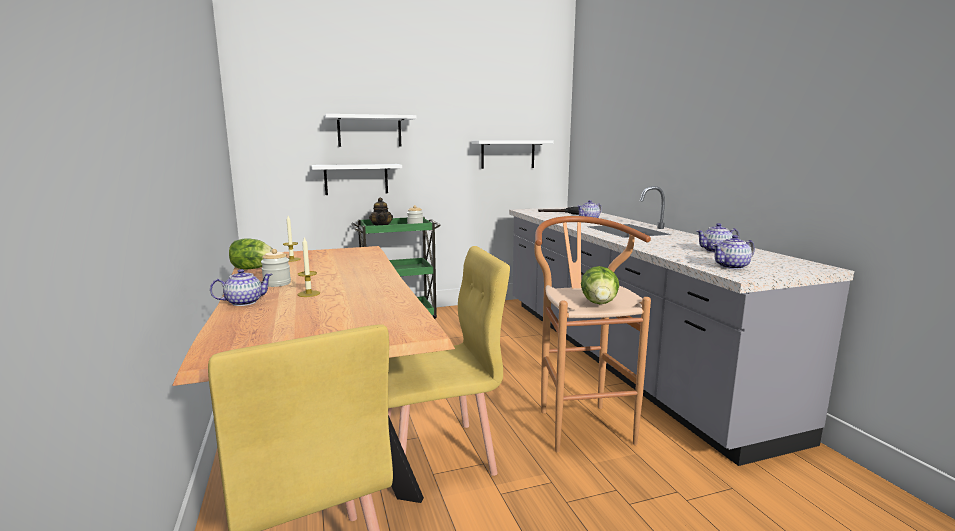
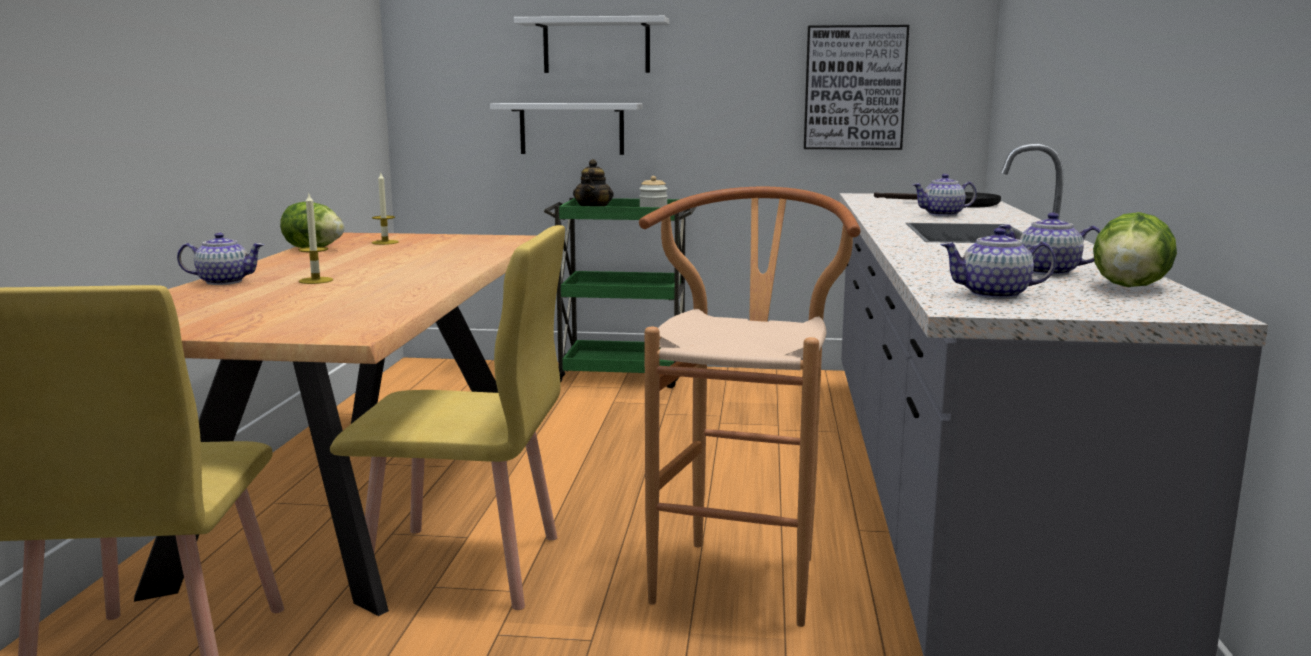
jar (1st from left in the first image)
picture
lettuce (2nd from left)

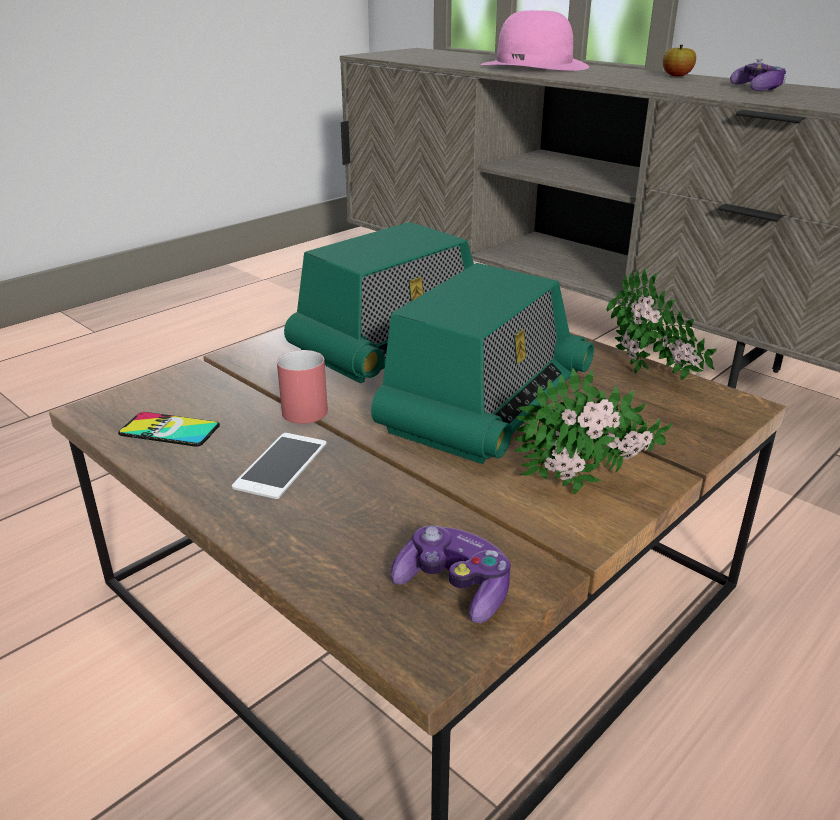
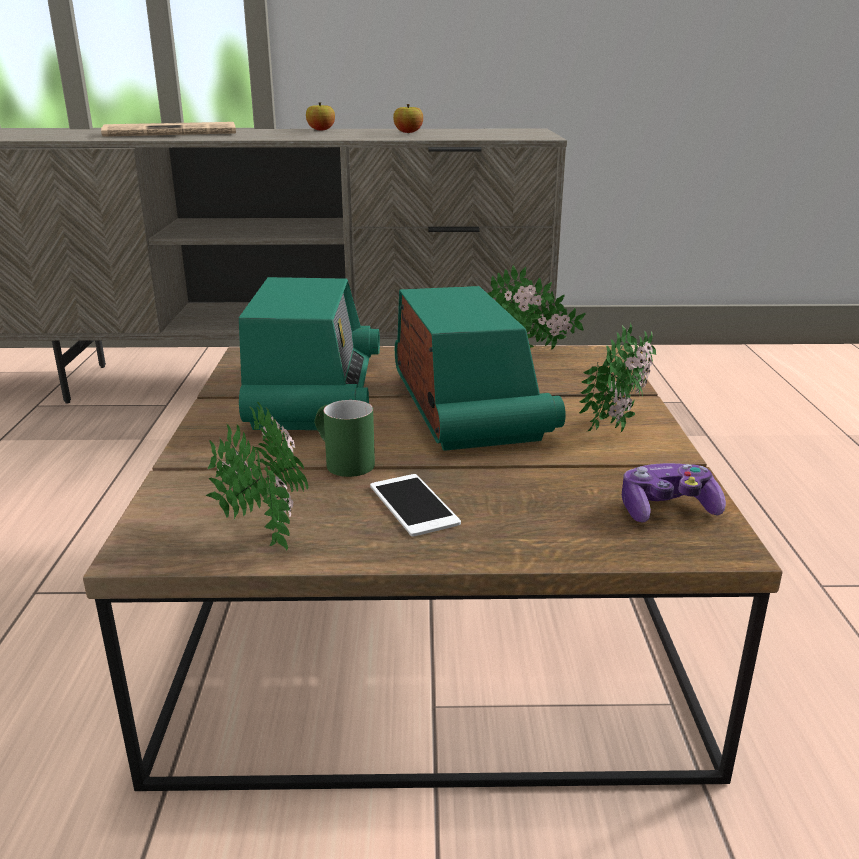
potted plant (1st from left)
green mug
newspaper
apple (2nd from left)

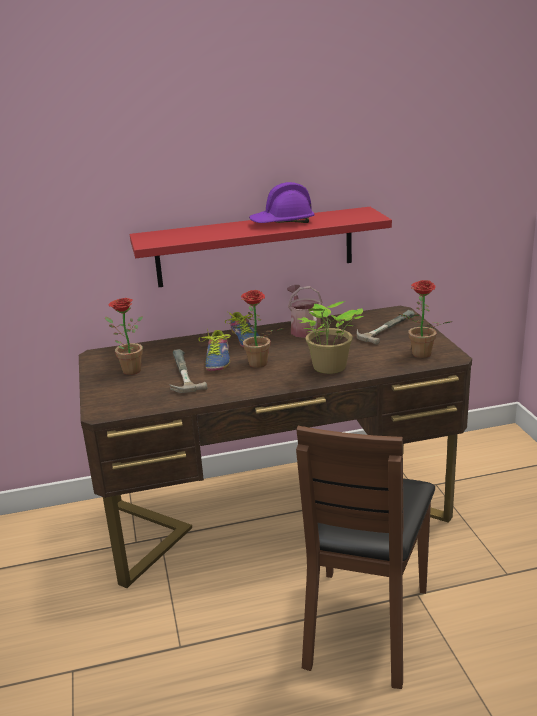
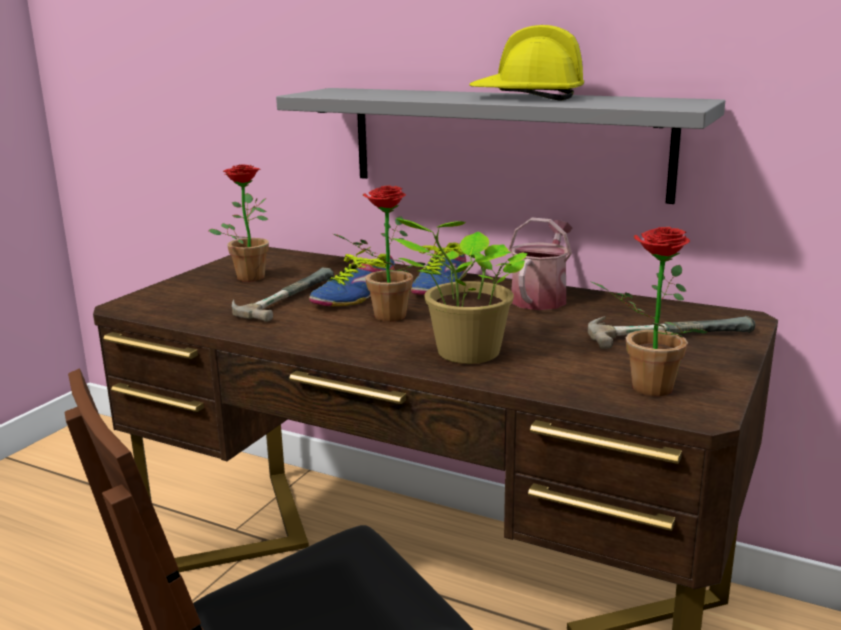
grey shelf
yellow hard hat

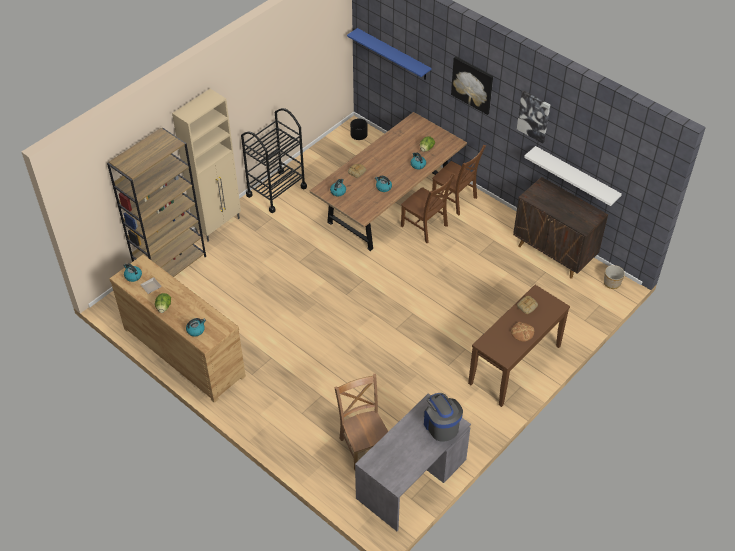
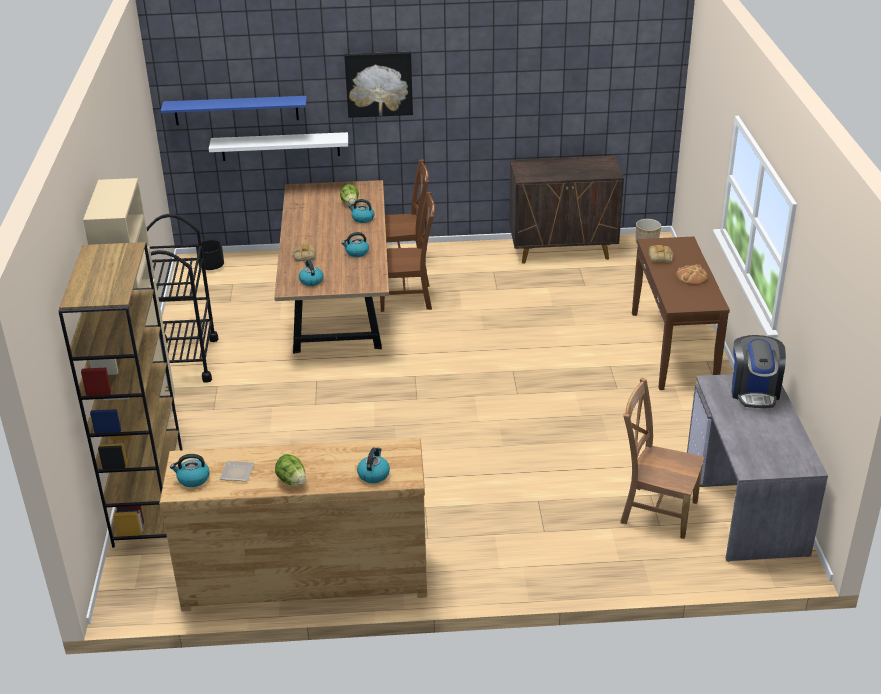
coffee machine
picture (2nd from left in the first image)
white shelf

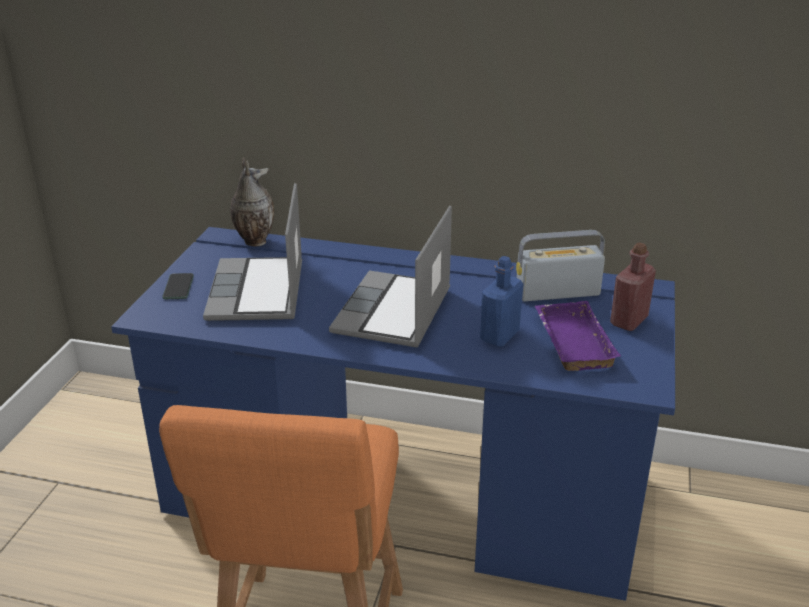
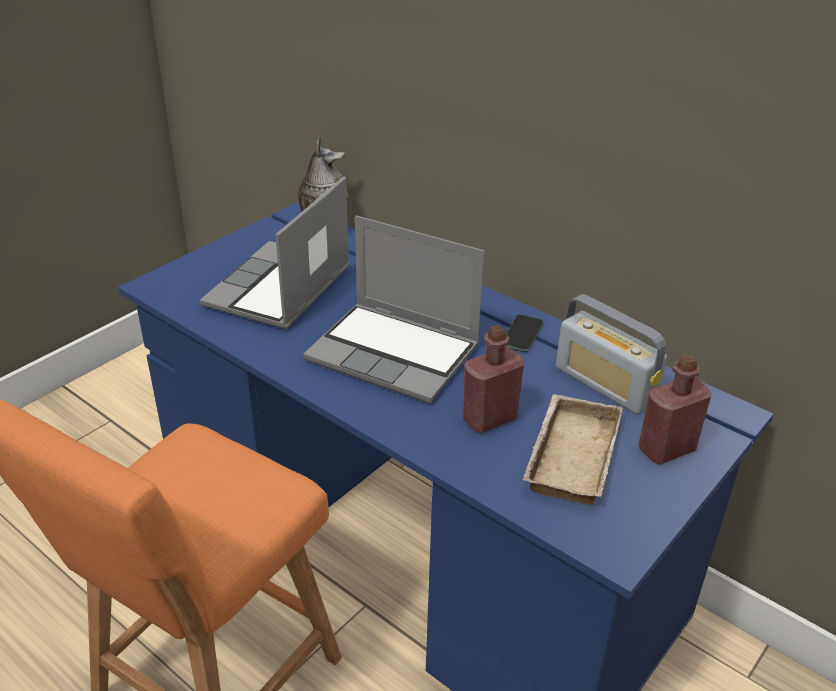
phone
laptop (2nd from left)
red bottle (1st from left)
radio
beige tray

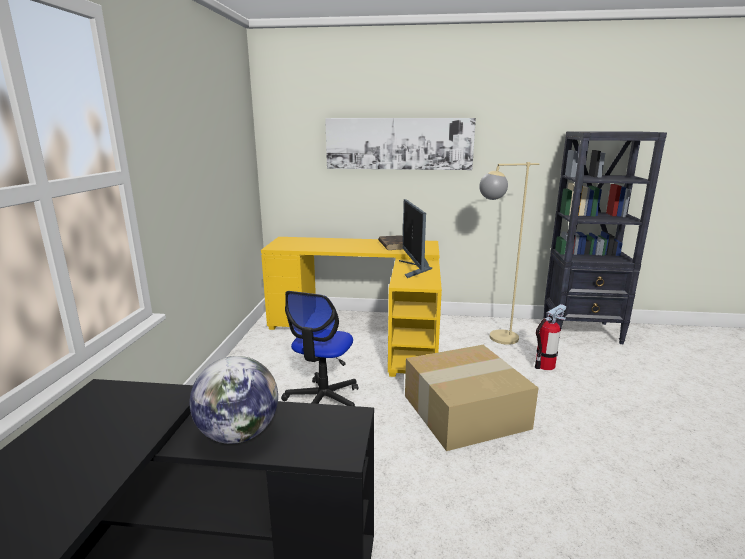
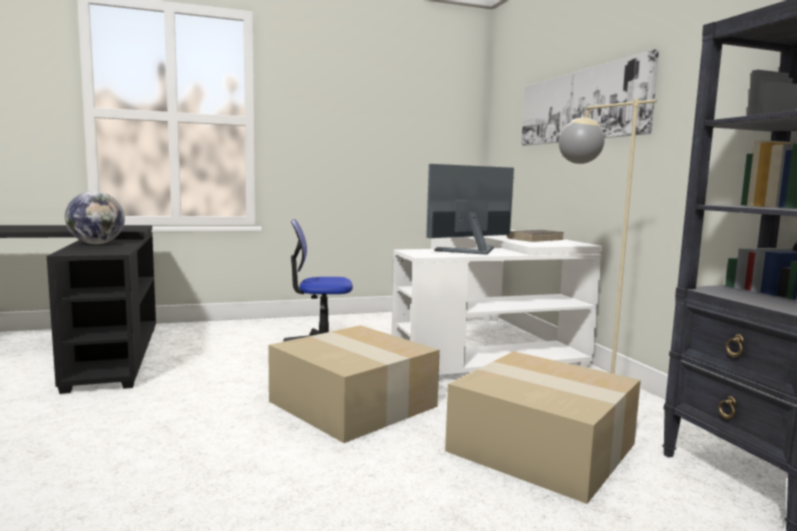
white desk
cardboard box (2nd from left)

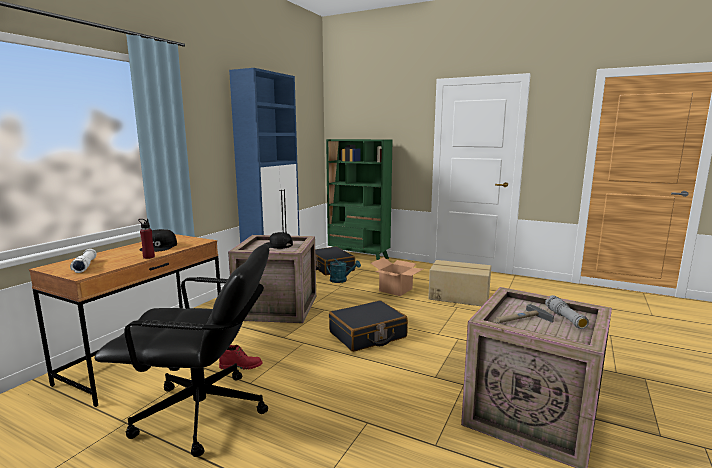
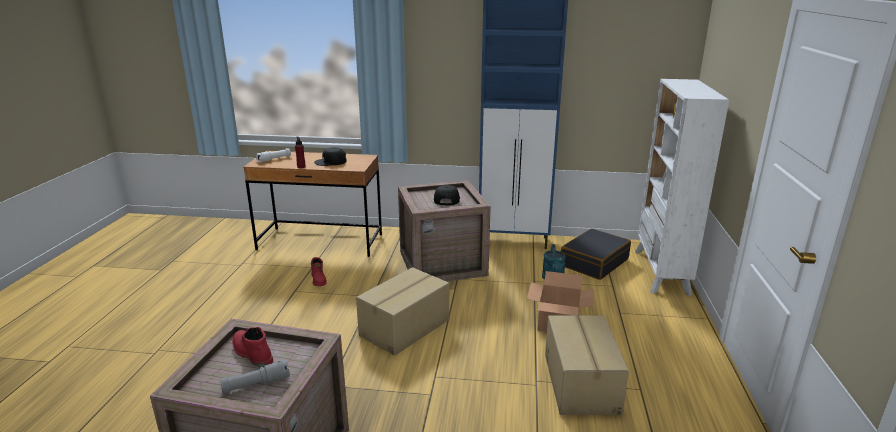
black office chair
white bookcase
cardboard box (1st from left)
red boot (1st from left)

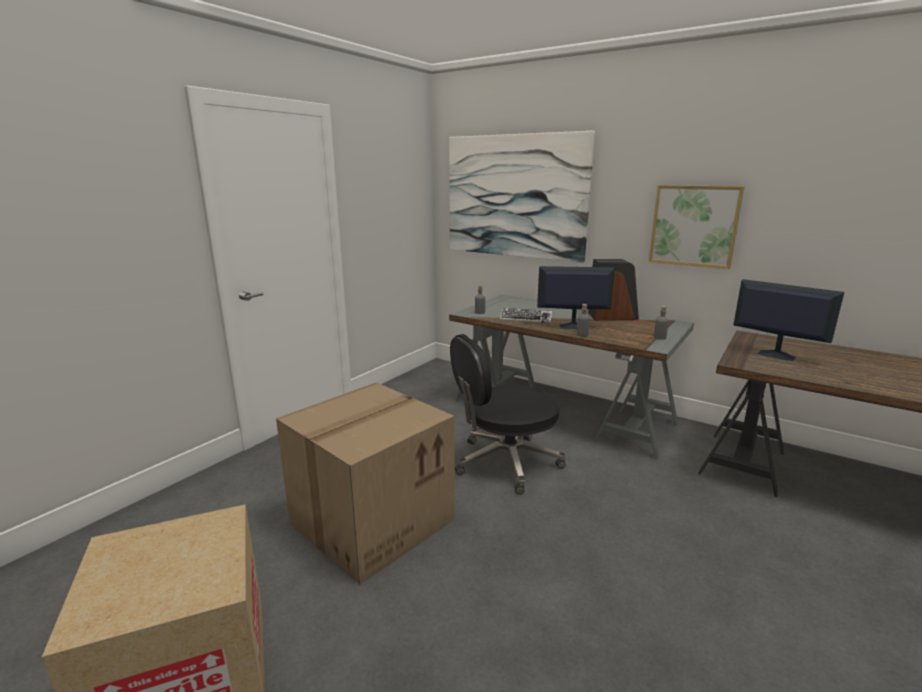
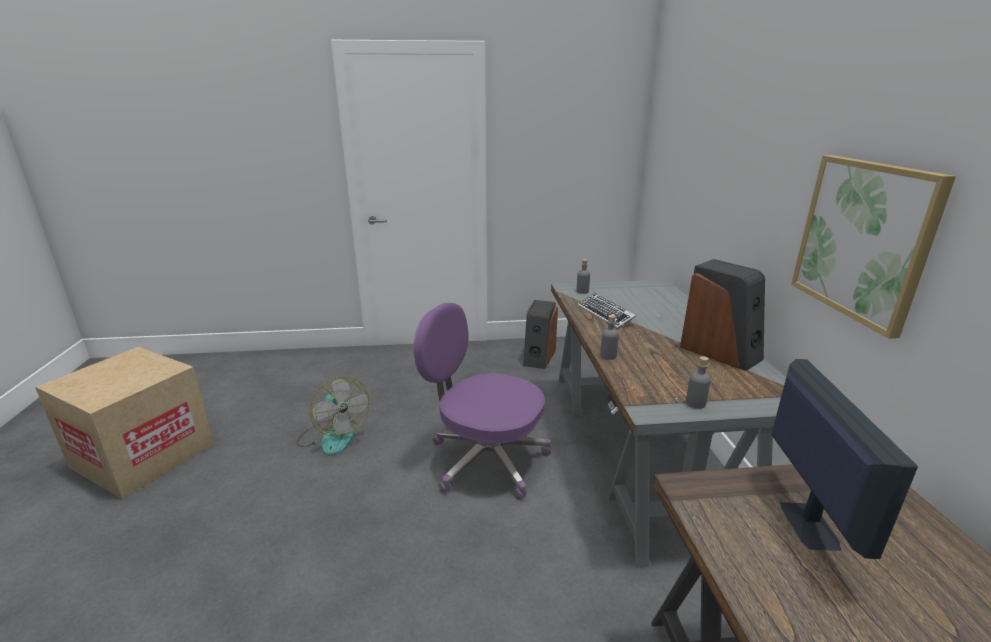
fan
picture (1st from left in the first image)
purple office chair
monitor (1st from left in the first image)
speaker (1st from left)

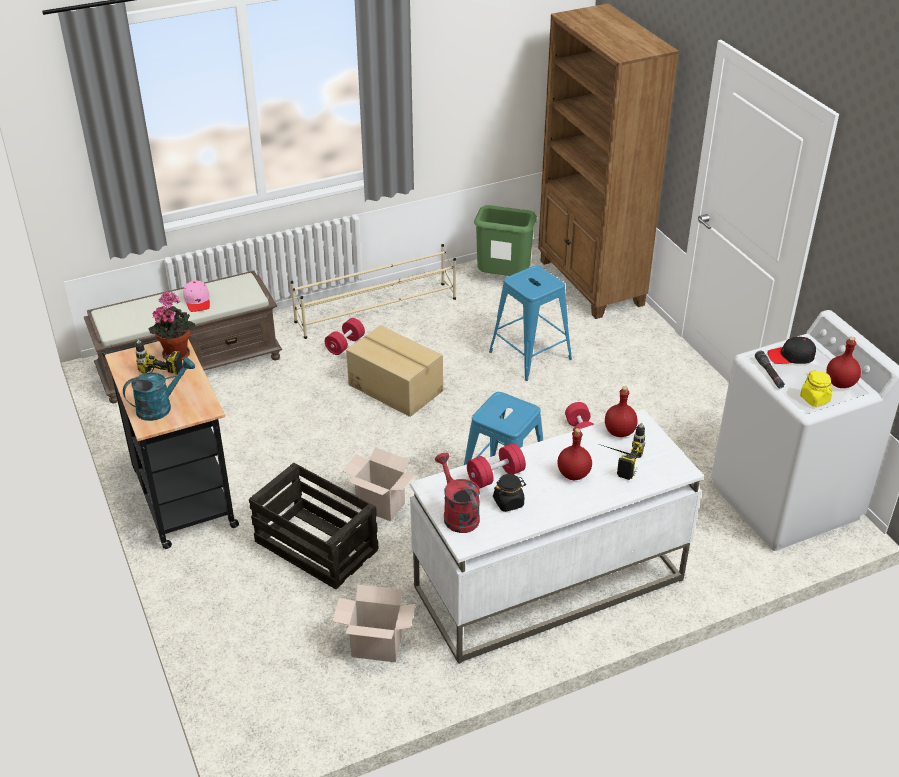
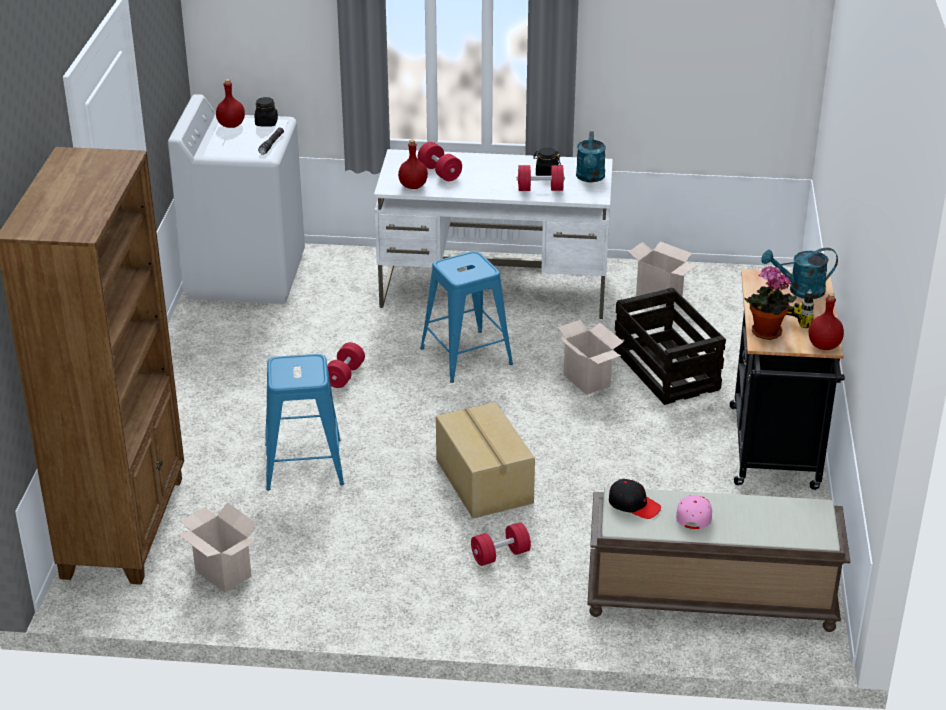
beige shoe rack
turquoise watering can (1st from left)
cardboard box (1st from left)
red bottle (3rd from left)
red dumbbell (2nd from left)
black cap
black jar (1st from left)

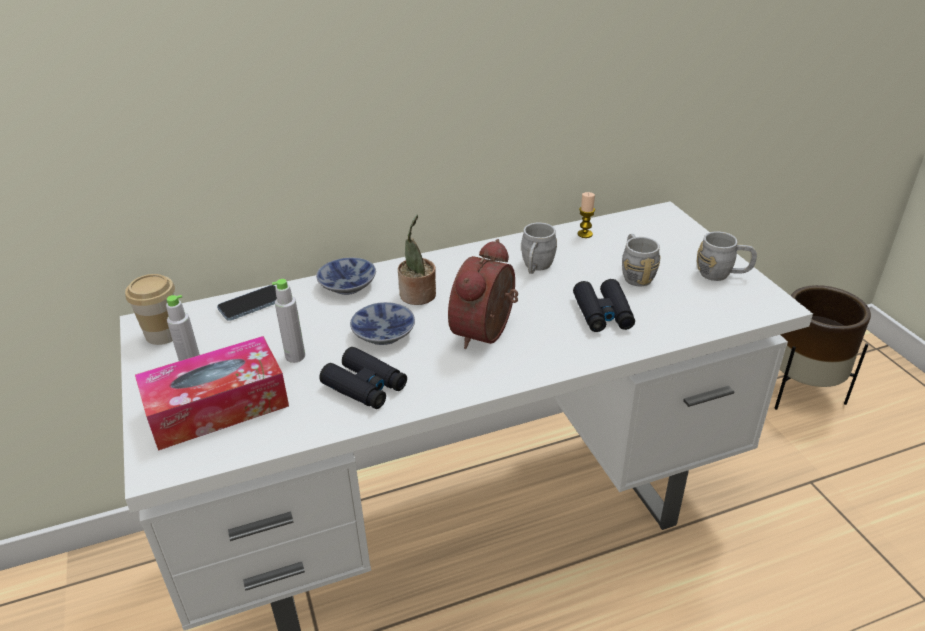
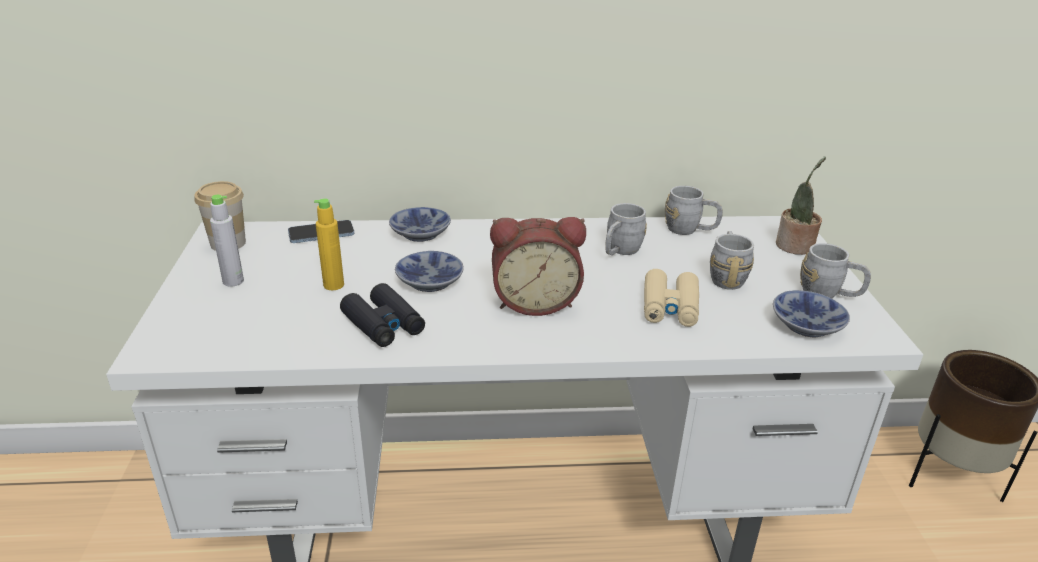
tissue box
yellow bottle
potted plant
alarm clock
beige binoculars
grey mug (2nd from left)
bowl (3rd from left)

